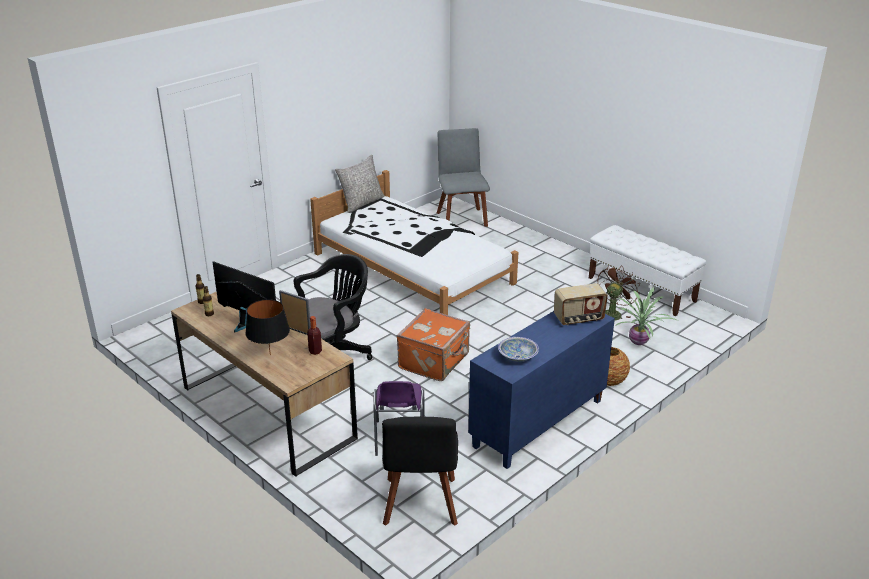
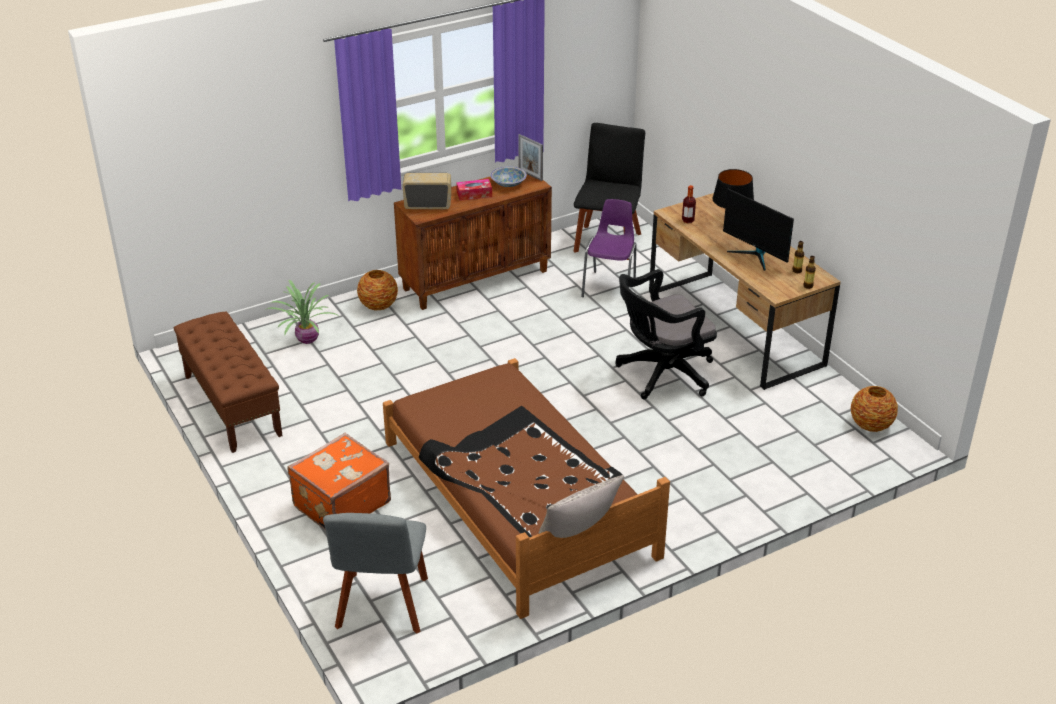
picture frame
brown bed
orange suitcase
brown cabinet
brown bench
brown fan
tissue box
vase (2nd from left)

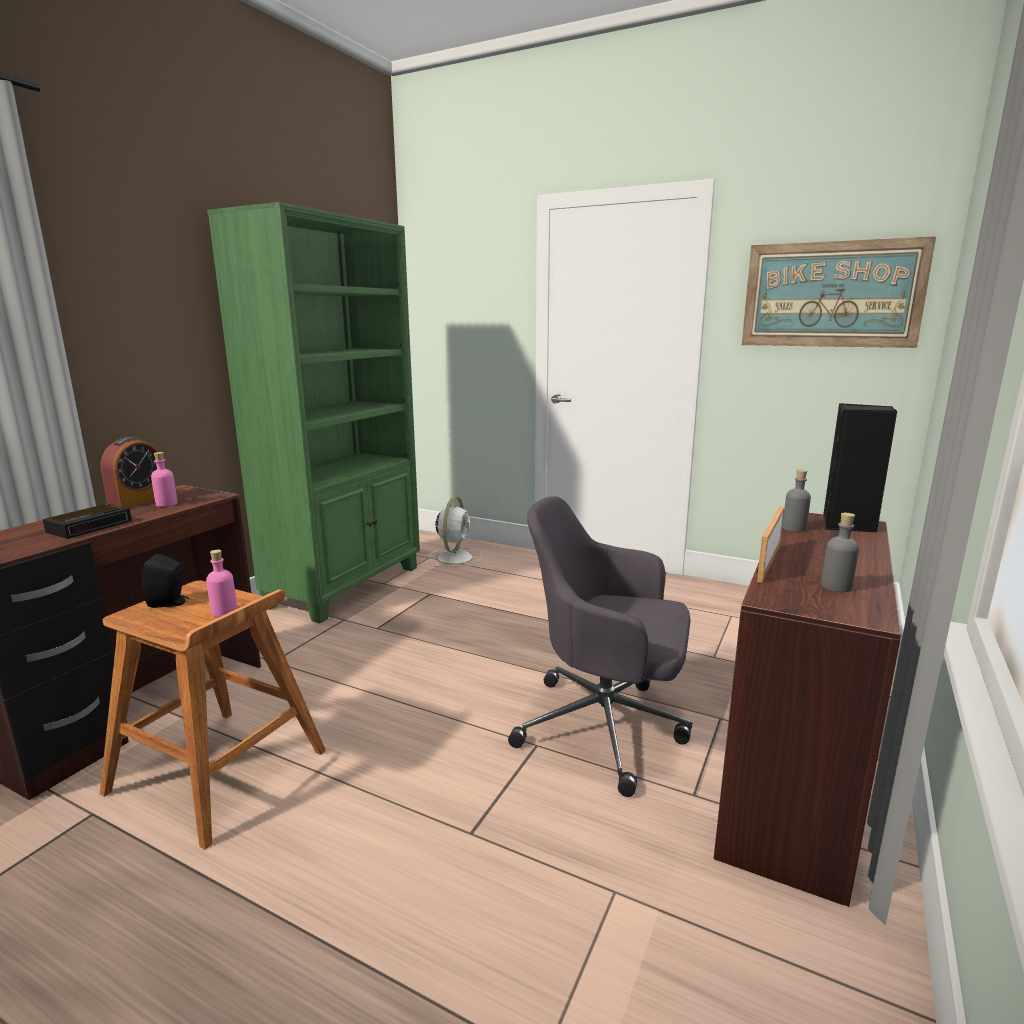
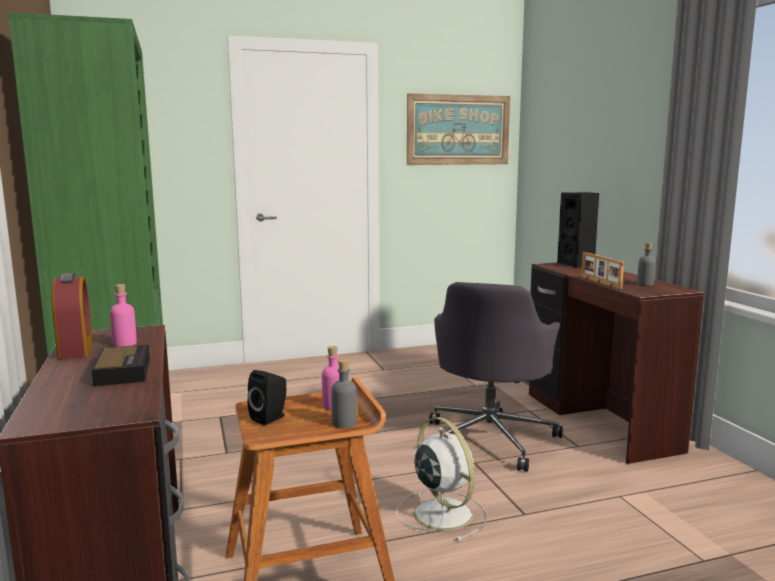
white fan
grey office chair
grey bottle (1st from left)

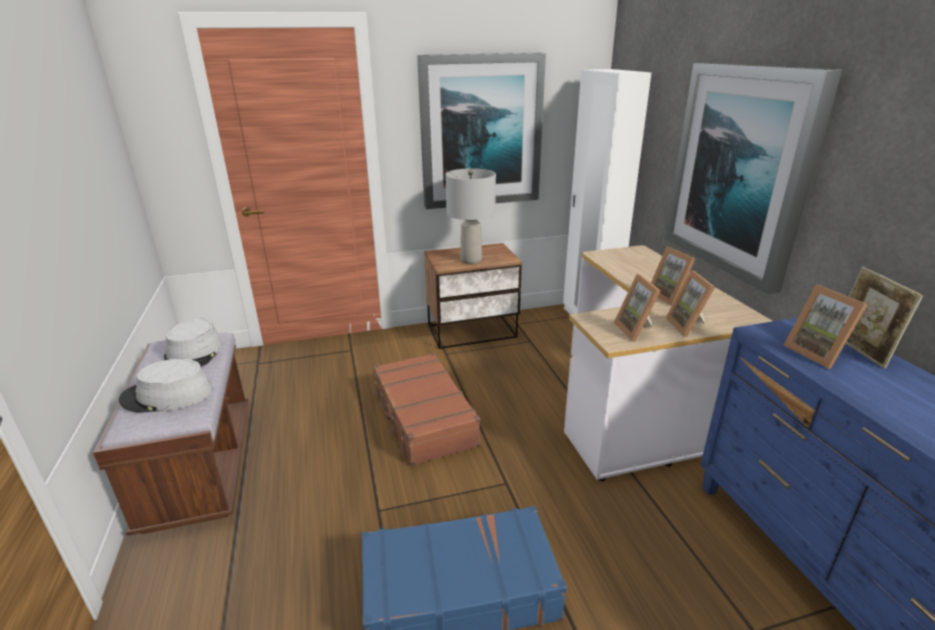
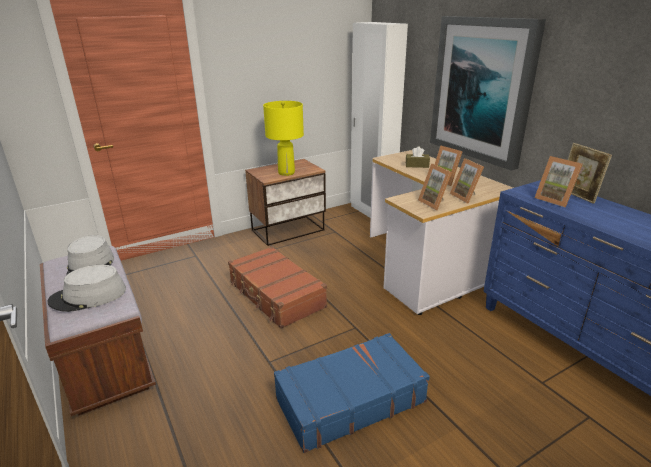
picture (1st from left in the first image)
yellow table lamp
brown tissue box

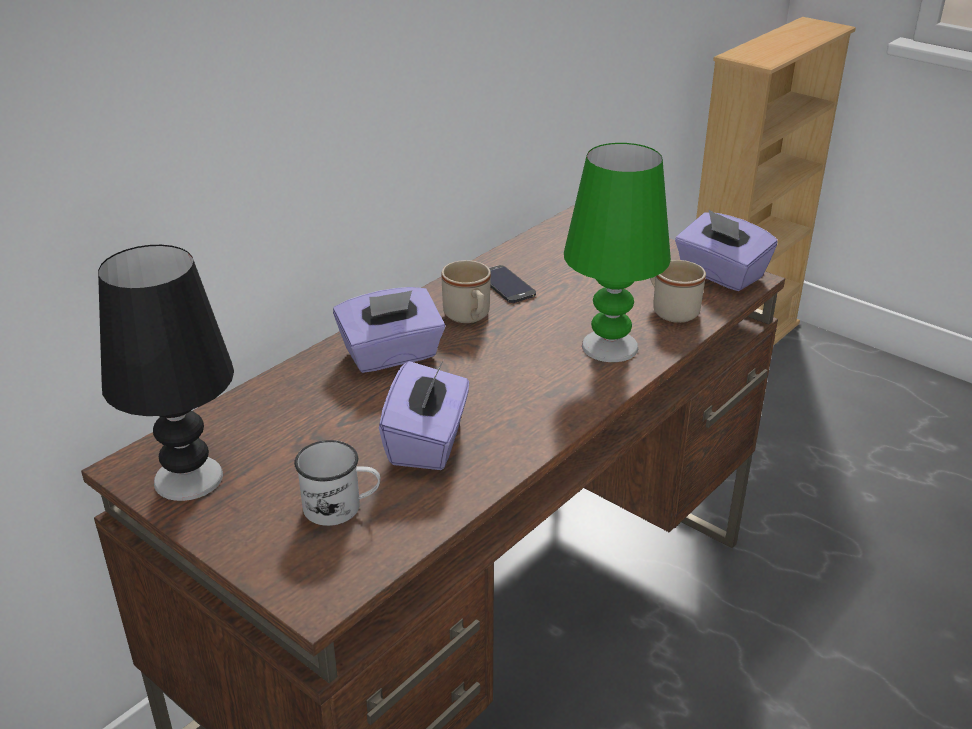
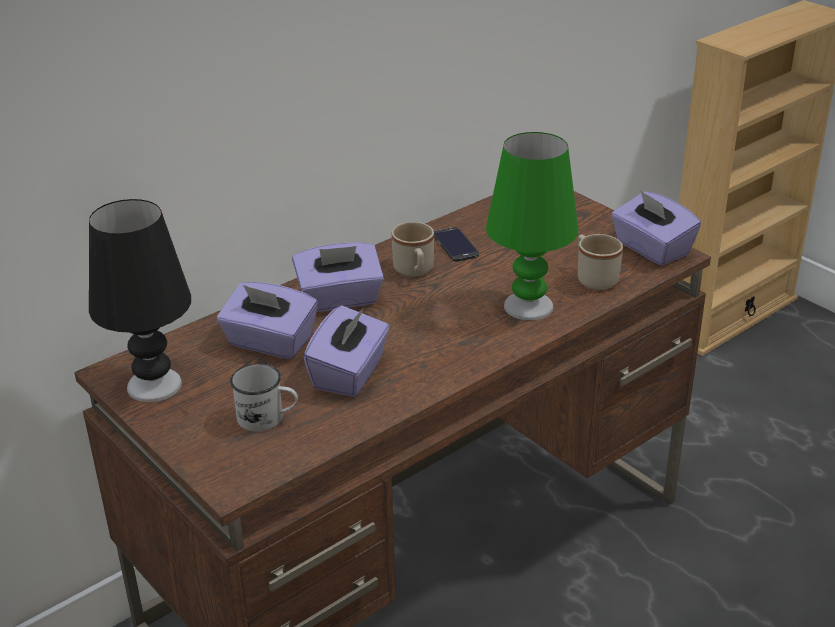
purple tissue box (1st from left)

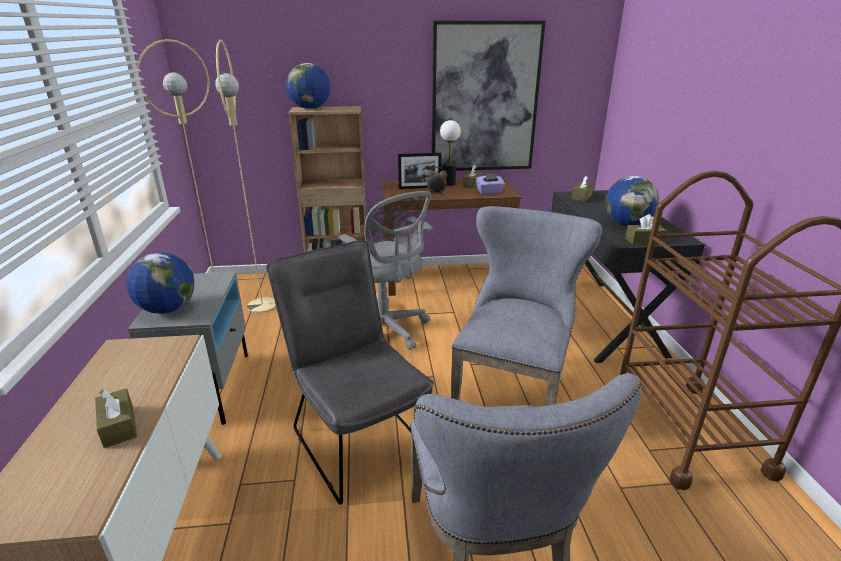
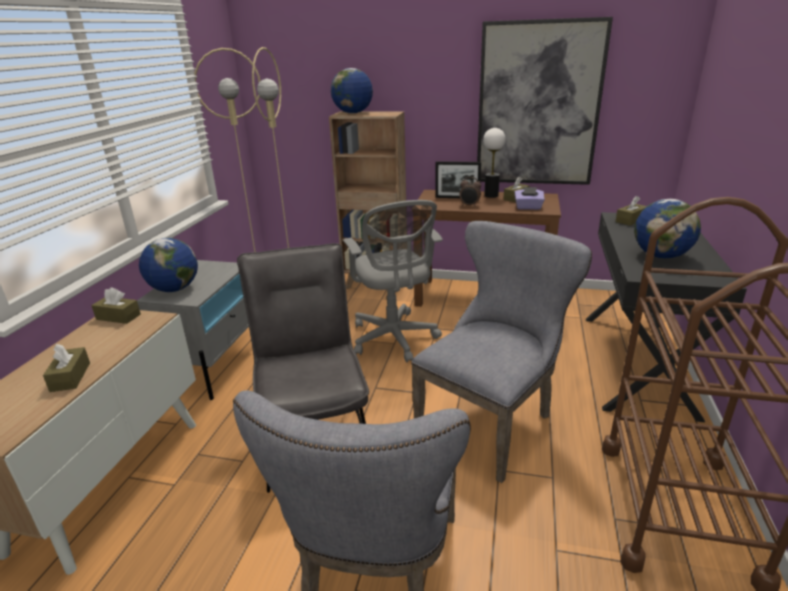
brown tissue box (2nd from left)

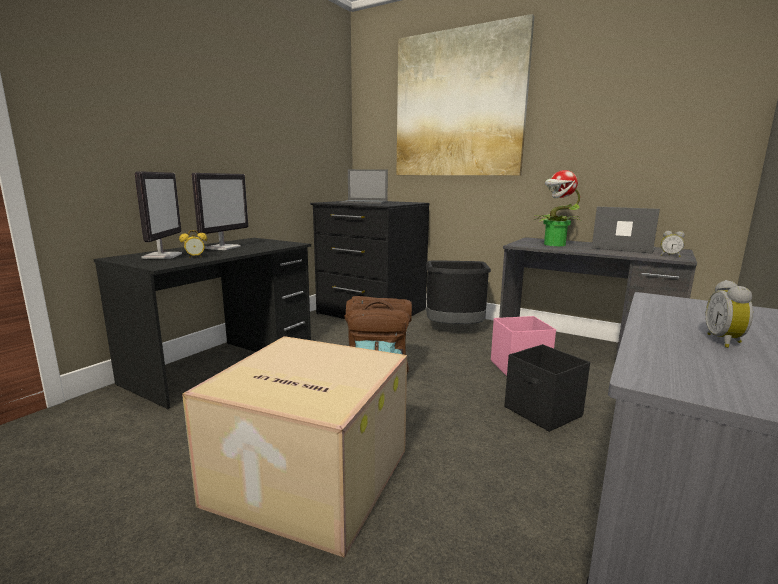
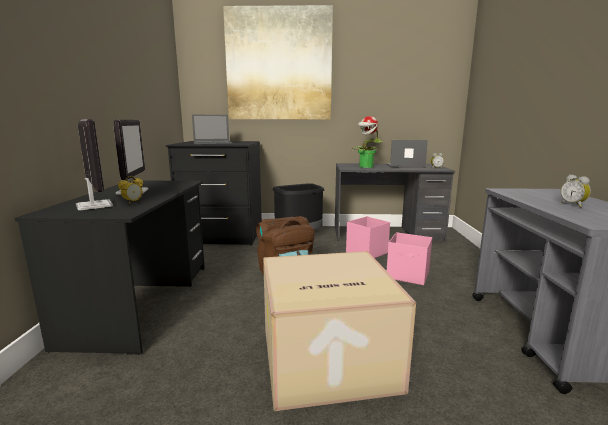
pink storage box (2nd from left)

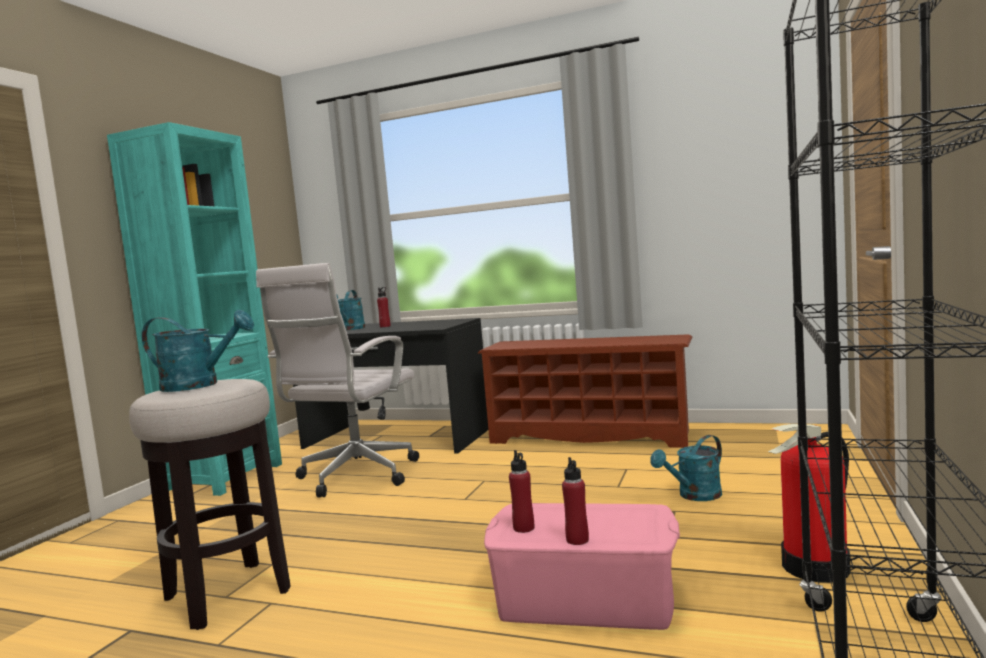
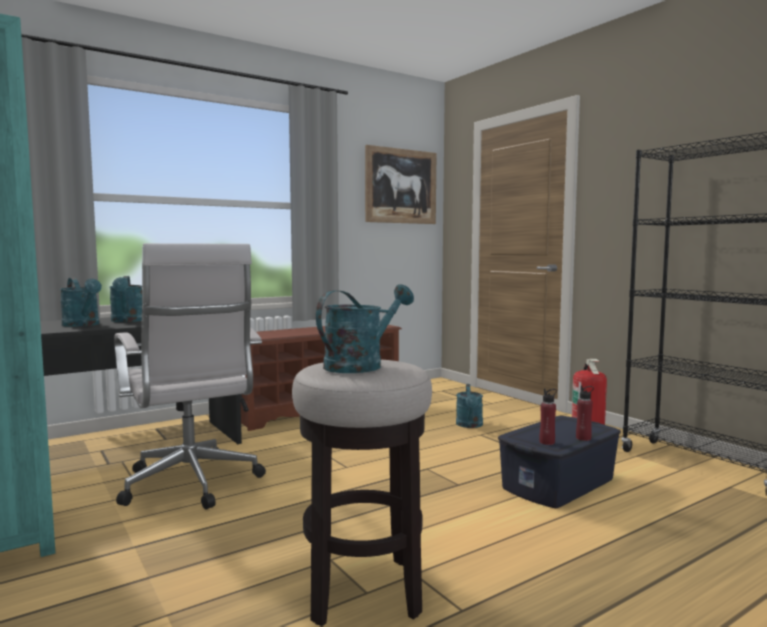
turquoise watering can (2nd from left)
blue storage box
picture

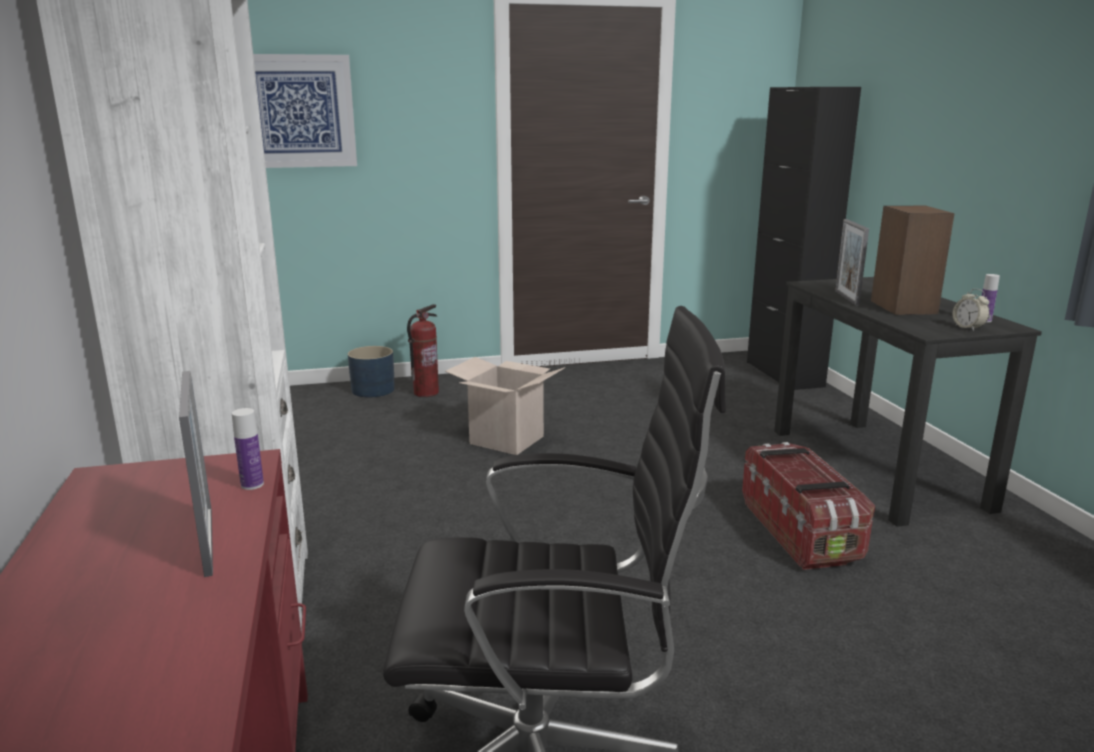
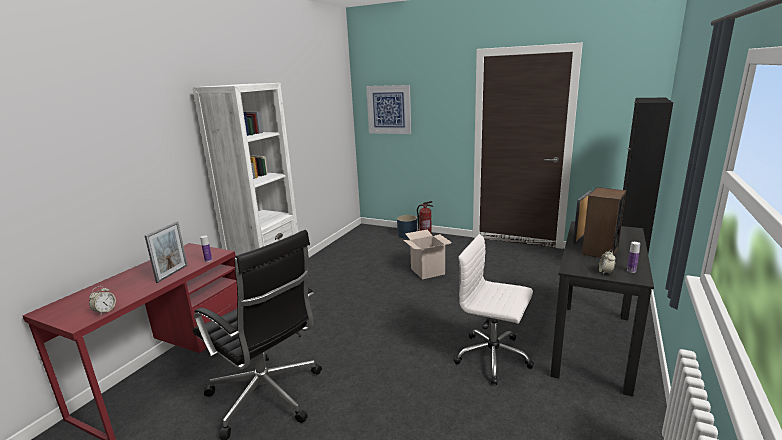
white office chair
alarm clock (1st from left)

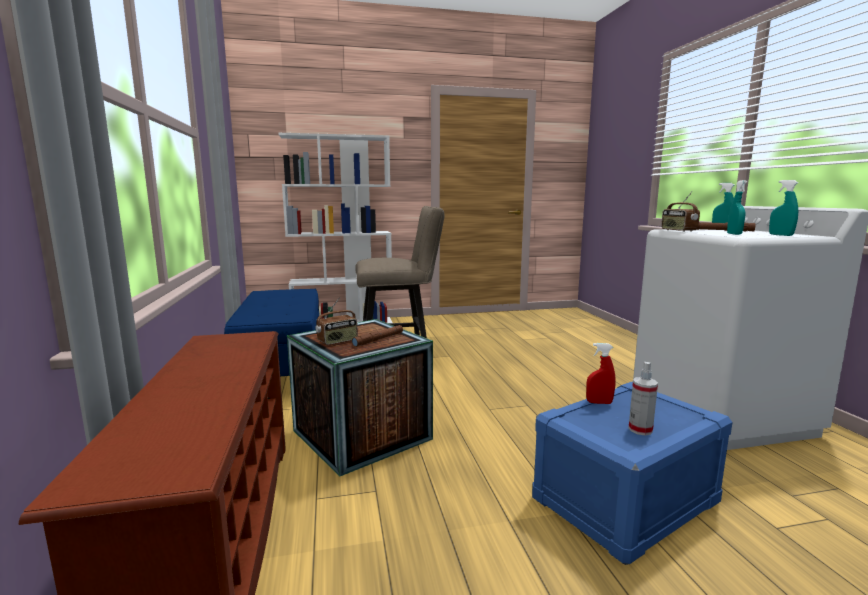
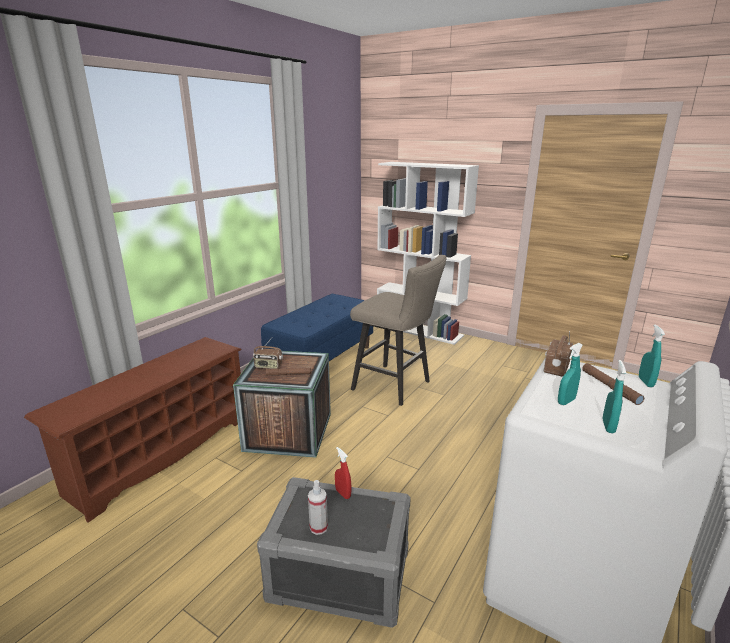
grey storage box

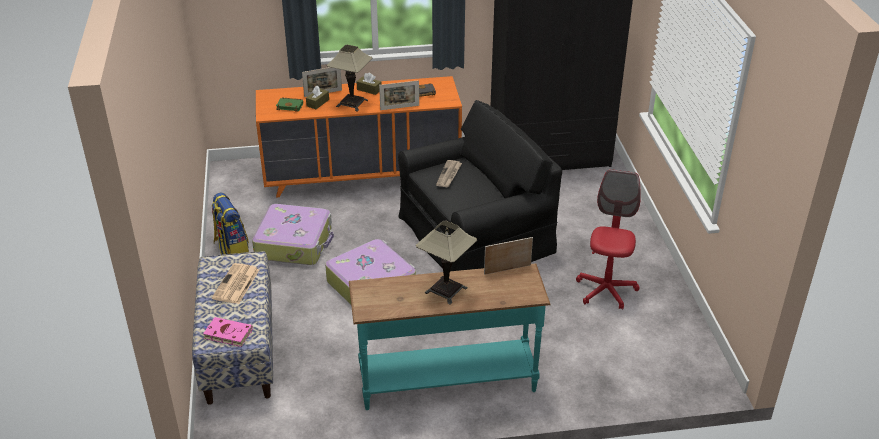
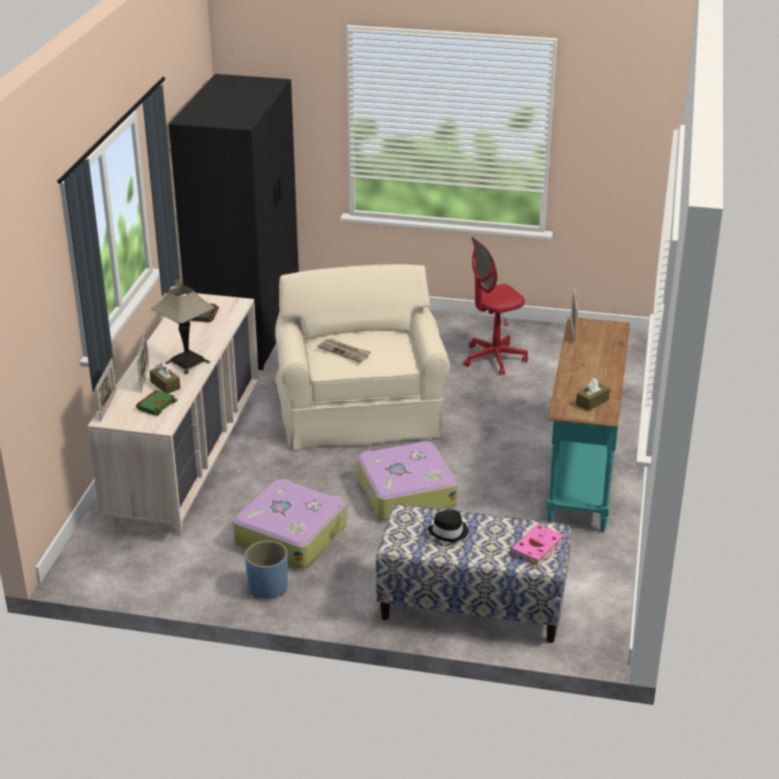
blue planter
black hat
beige dresser
brown tissue box (2nd from left)
picture frame (1st from left)
beige armchair
table lamp (2nd from left in the first image)
red office chair

